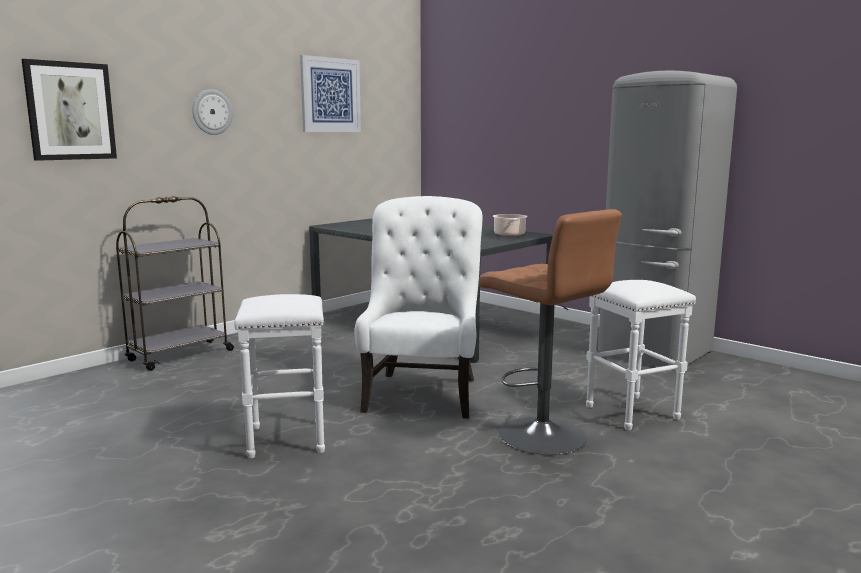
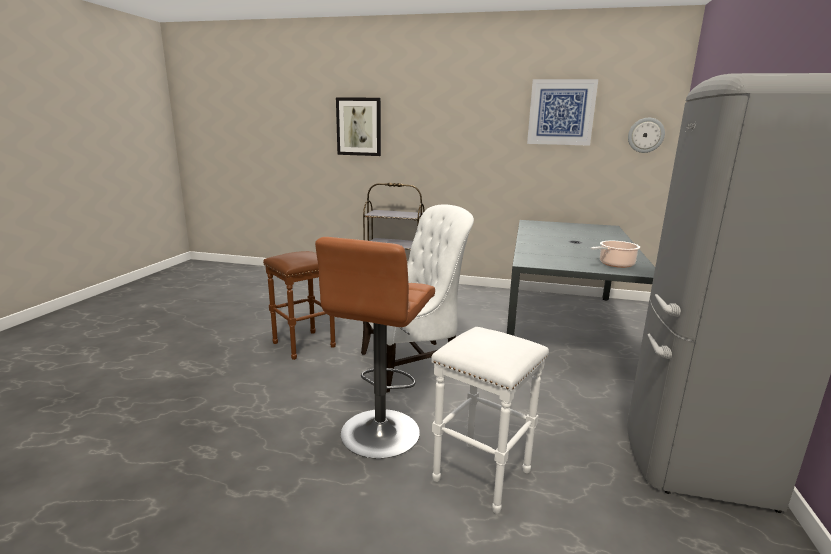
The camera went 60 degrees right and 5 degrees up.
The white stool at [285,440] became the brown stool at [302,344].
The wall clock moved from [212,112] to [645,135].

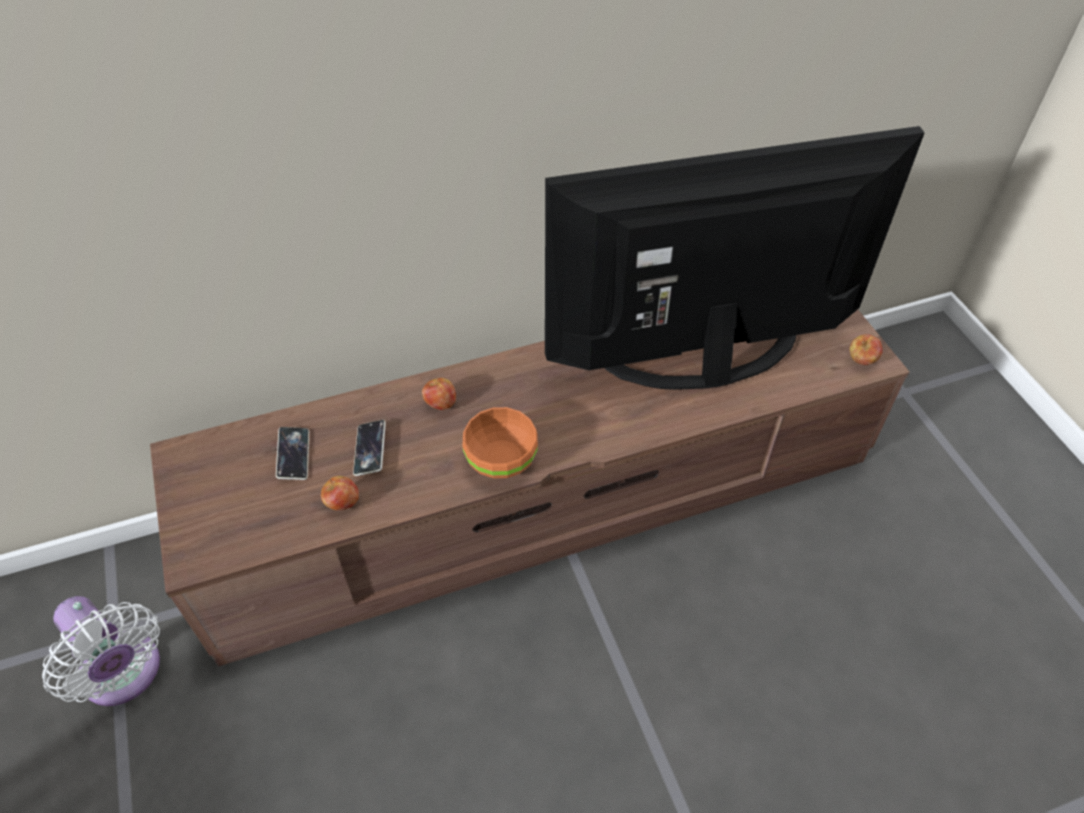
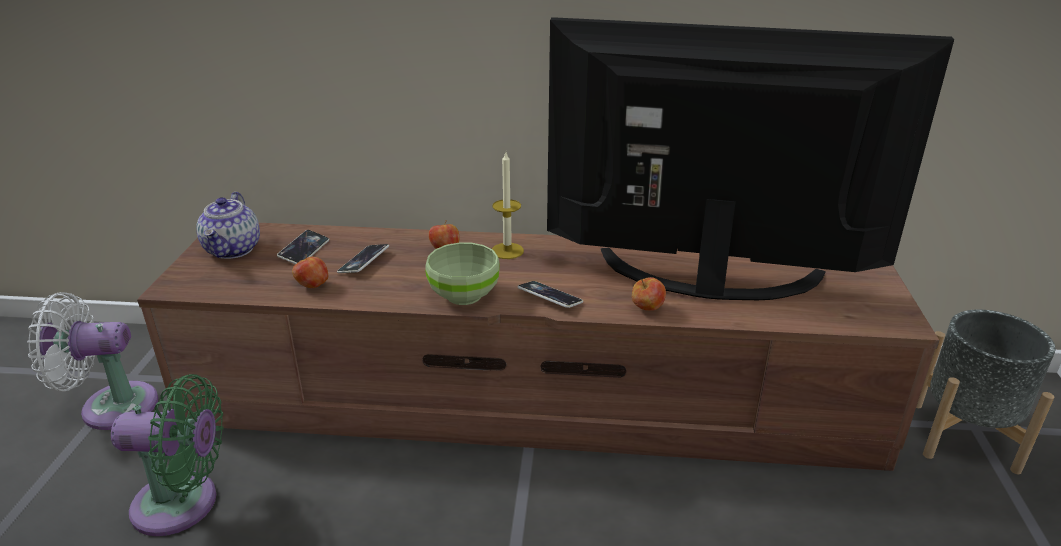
The camera went 25 degrees right and 20 degrees down.
The white fan at [124,675] turned 105 degrees clockwise.
The green fan at [184,504] appeared.
The teapot at [233,250] appeared.
The orange bowl at [502,460] became the green bowl at [465,295].
The candle at [507,251] appeared.
The phone at [550,298] appeared.
The apple moved from [861,360] to [647,309].
The grey planter at [963,436] appeared.

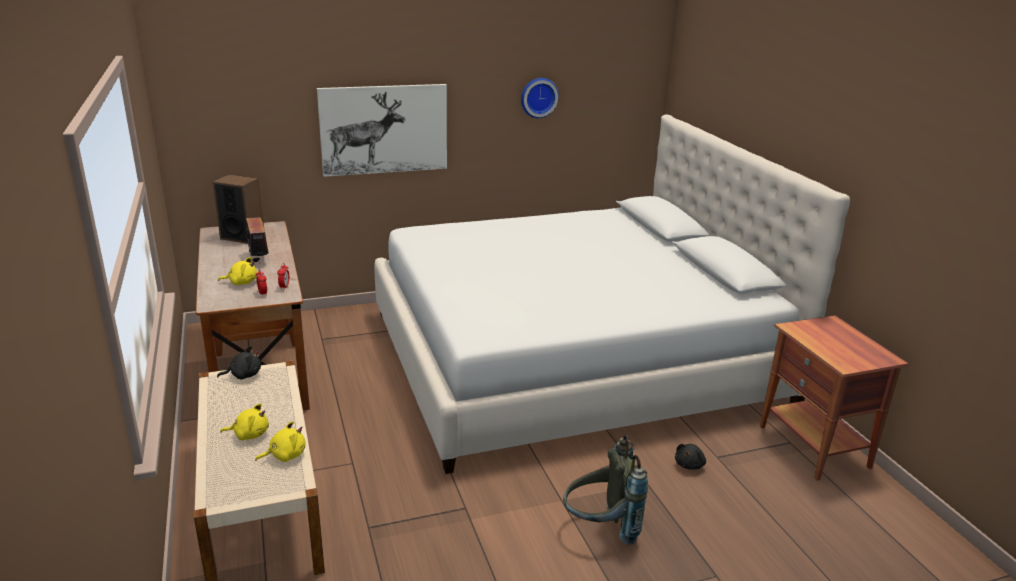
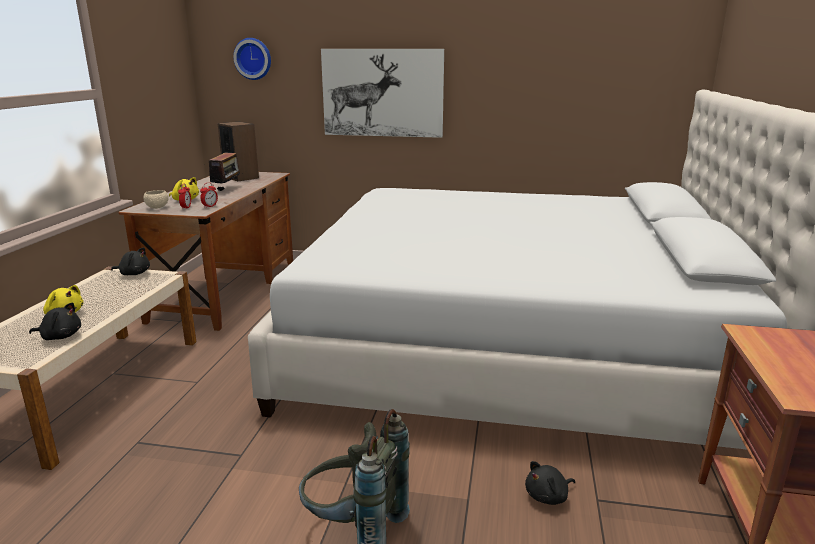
The camera went 30 degrees right and 5 degrees down.
The yellow plush toy at [285,455] became the black plush toy at [60,336].
The beige bowl at [157,207] appeared.
The wall clock moved from [538,97] to [253,59].

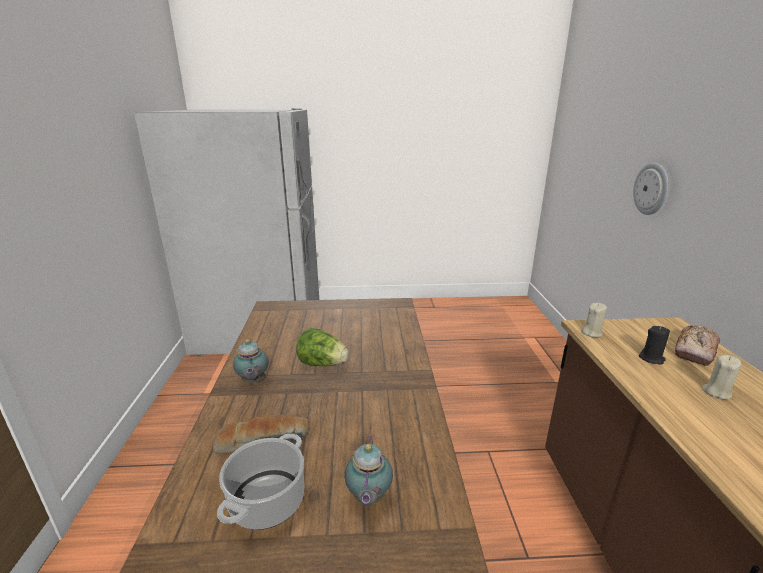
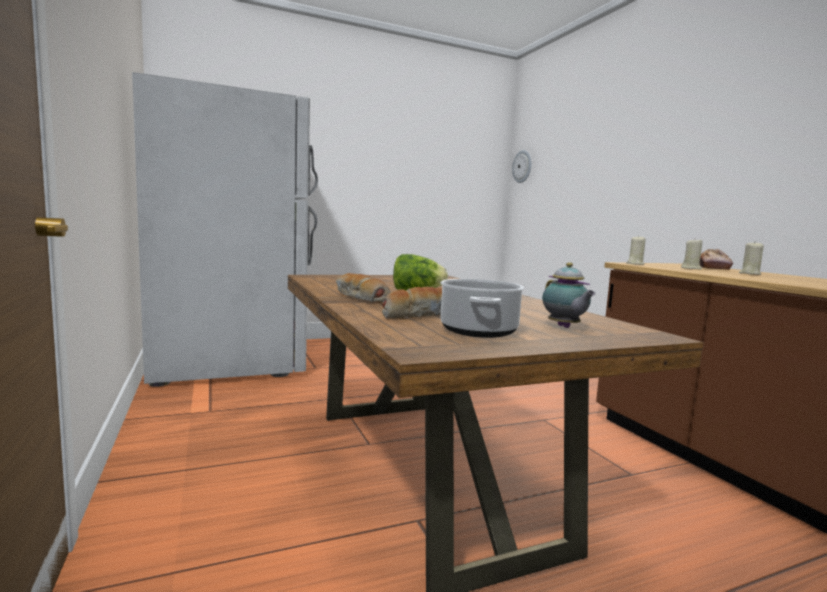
The camera went 20 degrees left and 15 degrees down.
The teapot at [253,381] was replaced by the bread at [360,298].
The wall clock moved from [651,189] to [522,166].
The black candle at [651,358] became the beige candle at [691,268].

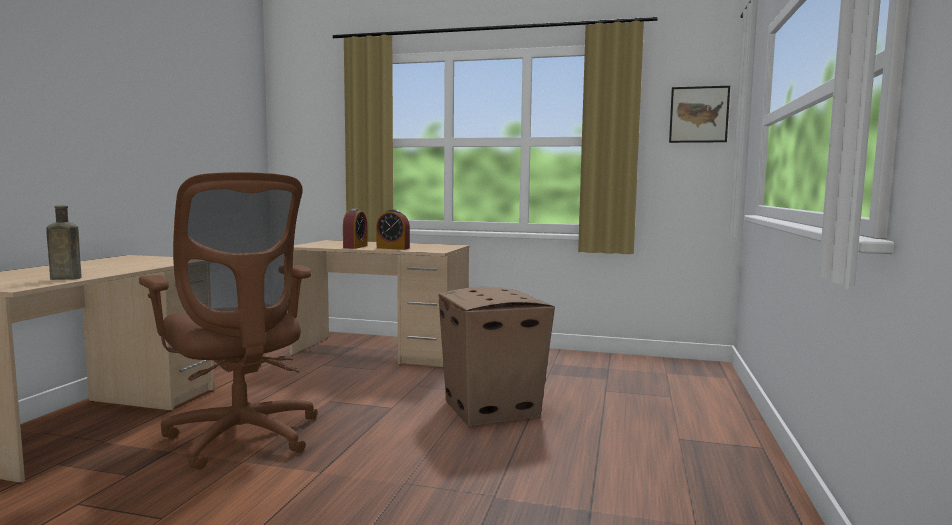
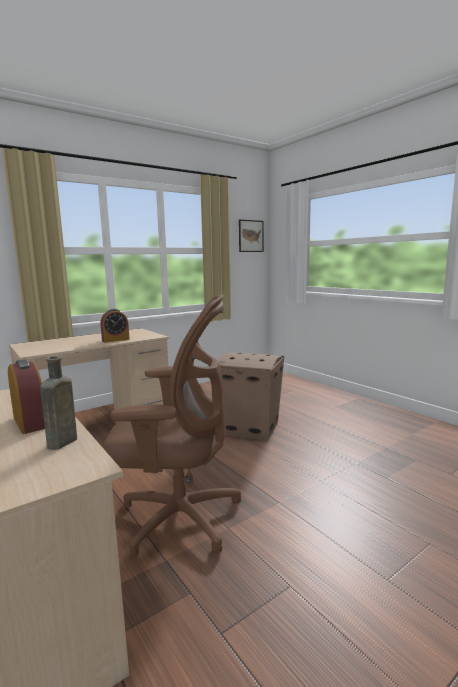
The camera went 50 degrees left and 5 degrees up.
The alarm clock moved from [355,247] to [30,422].

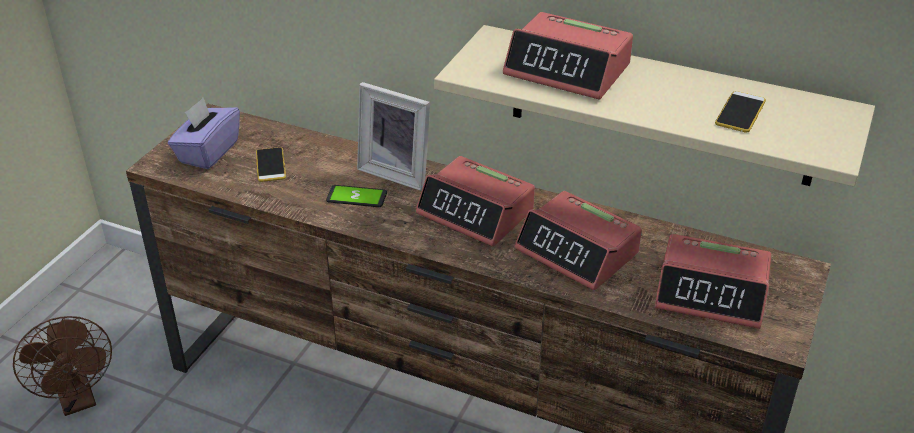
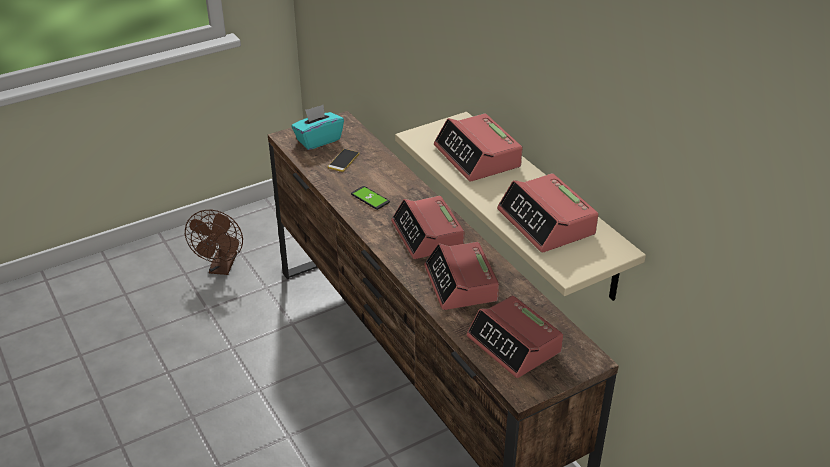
The camera went 35 degrees right and 0 degrees up.
The purple tissue box at [208,152] became the turquoise tissue box at [318,140].
The phone at [740,112] was replaced by the alarm clock at [546,223].
The picture frame at [398,172] disappeared.

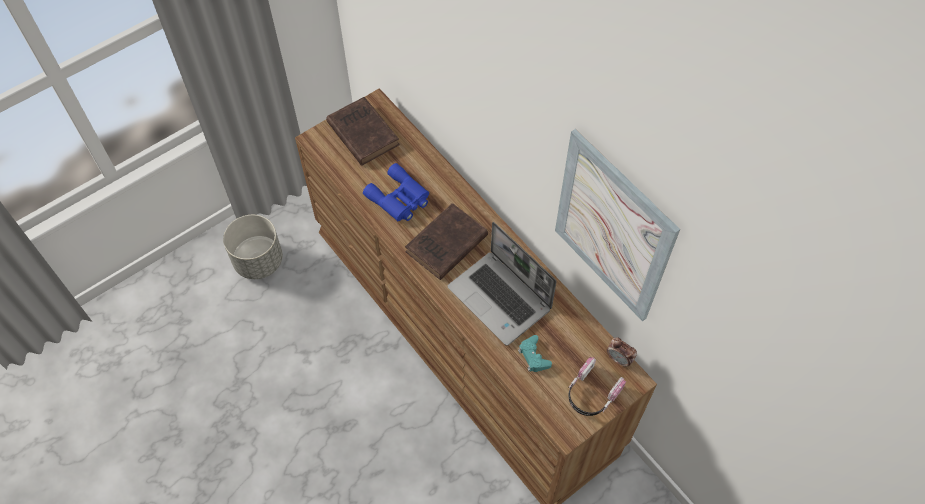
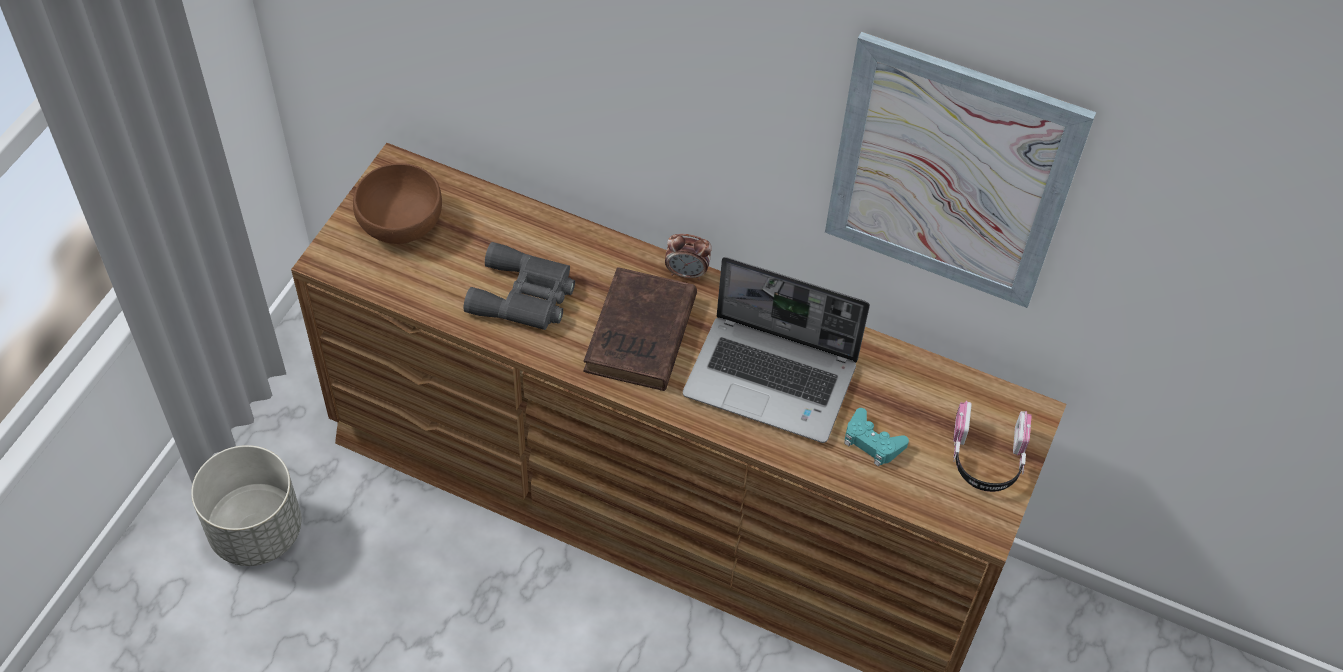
The camera went 30 degrees left and 5 degrees down.
The brown book at [362,133] was replaced by the brown bowl at [401,220].
The blue binoculars at [399,199] became the grey binoculars at [524,296].
The alarm clock moved from [619,359] to [687,273].

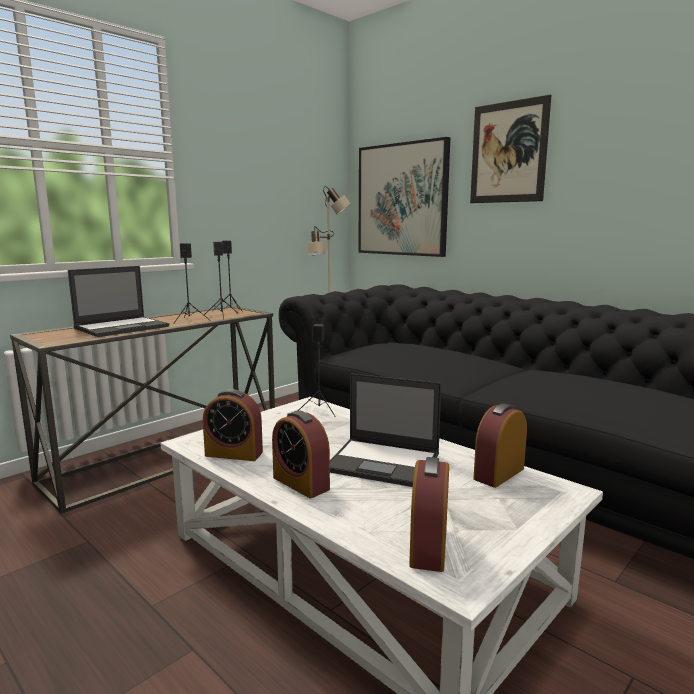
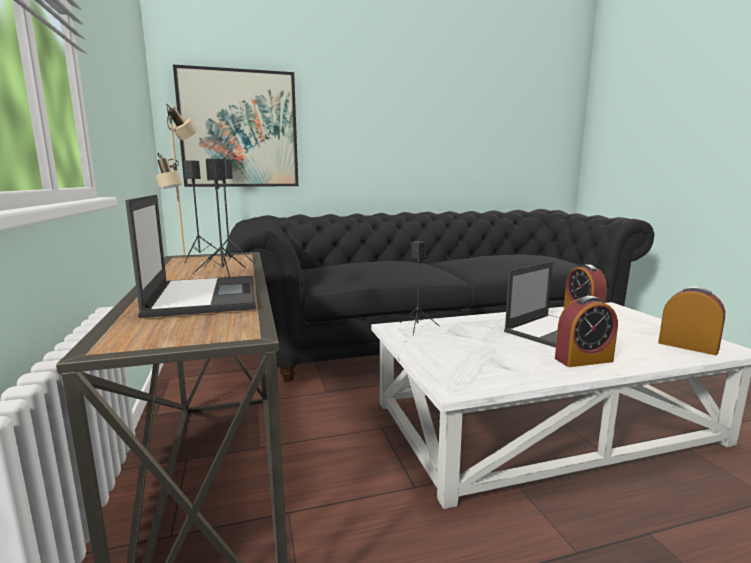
The camera went 60 degrees left and 0 degrees up.
The alarm clock at [234,454] disappeared.
The picture at [508,152] disappeared.

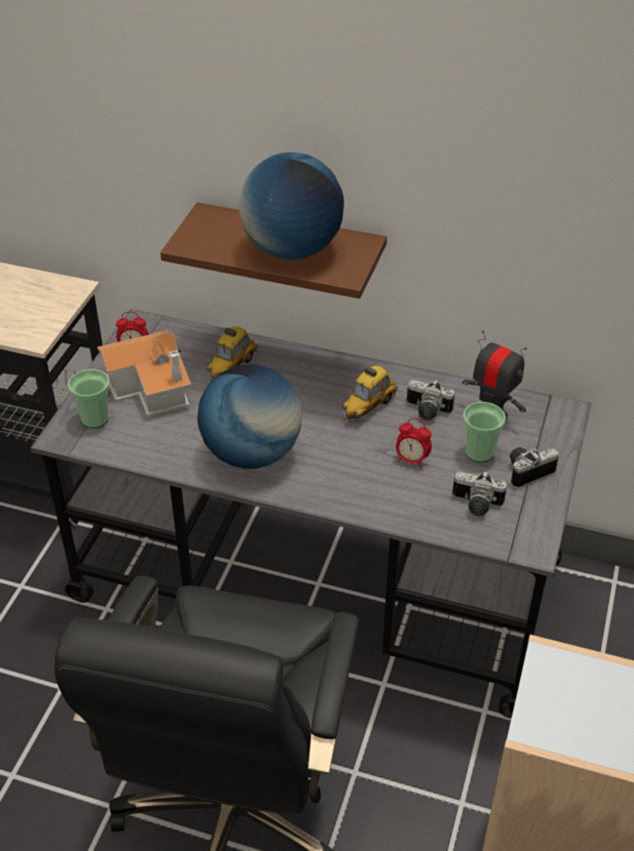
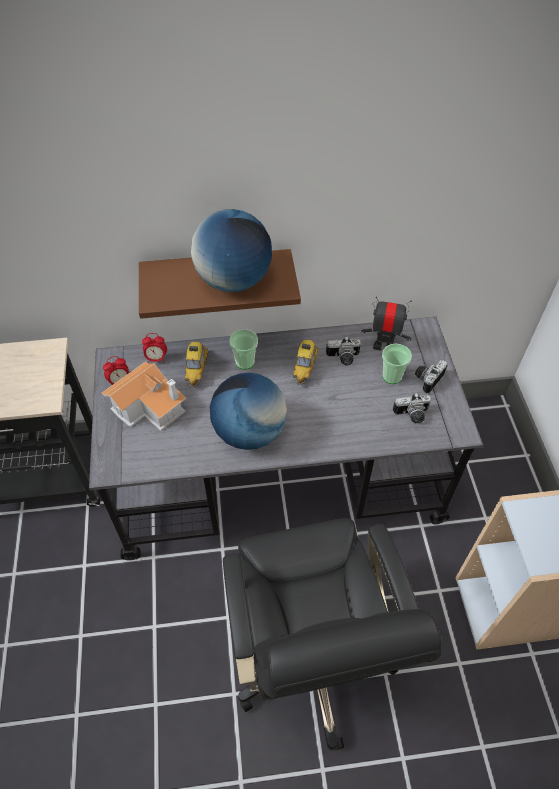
The camera went 25 degrees left and 10 degrees up.
The alarm clock moved from [411,460] to [156,359].
The cup moved from [95,419] to [245,362].

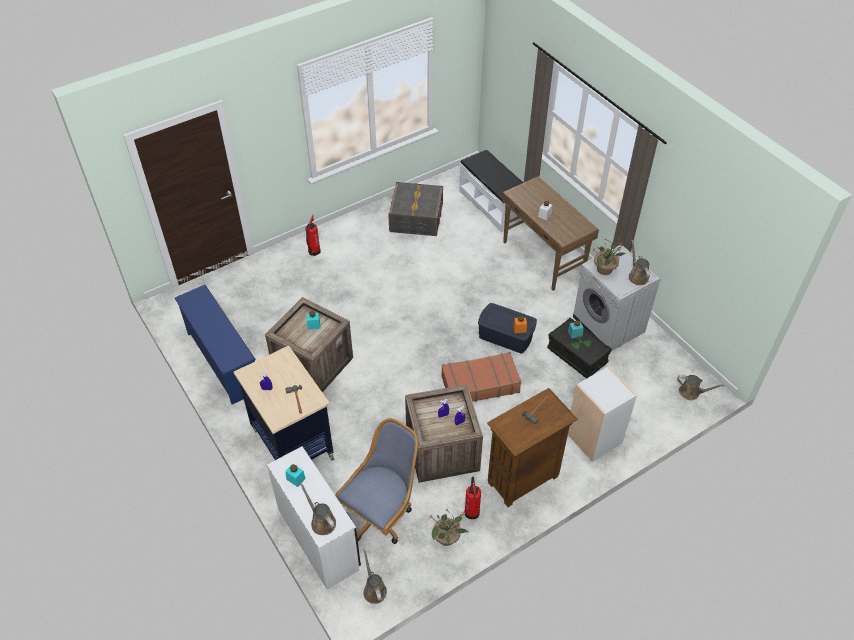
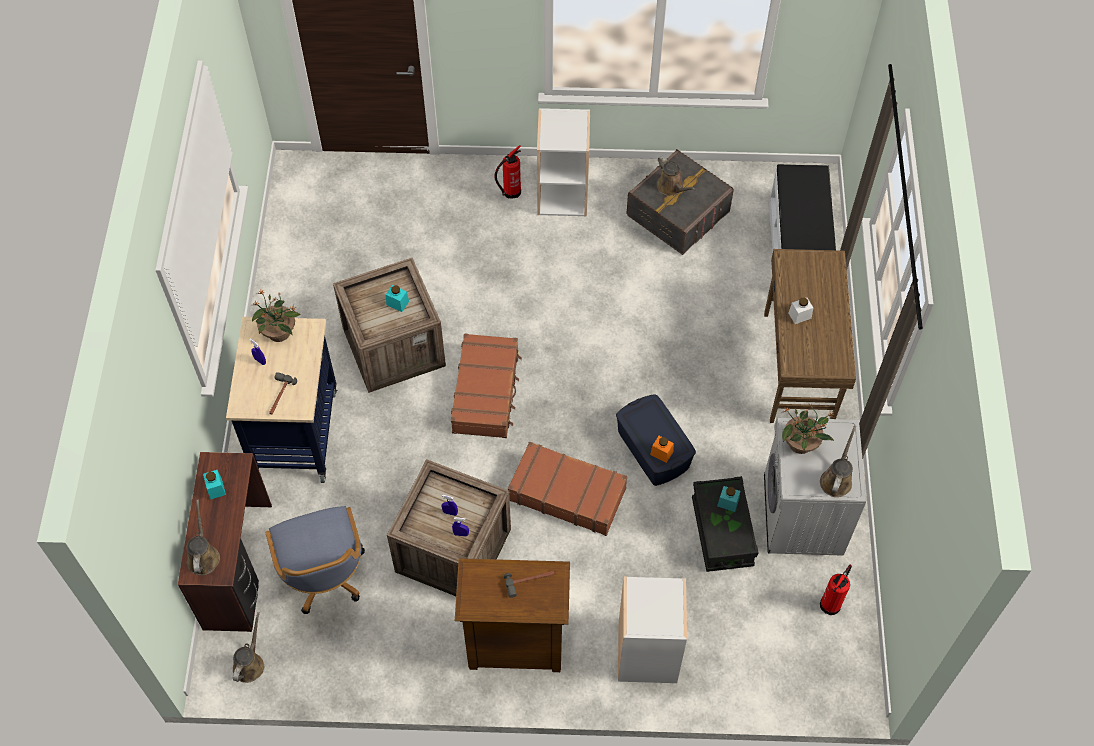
The camera went 35 degrees right and 10 degrees up.
The white desk at [319,538] became the brown desk at [239,566].
The potted plant moved from [447,538] to [279,333].
The blue office chair at [382,513] turned 90 degrees clockwise.
The brown suitcase at [486,392] appeared.
The bookcase at [563,195] appeared.
The brown watering can moved from [691,392] to [671,187].
The fire extinguisher moved from [472,511] to [831,603].
The blue shoe rack at [222,361] disappeared.

